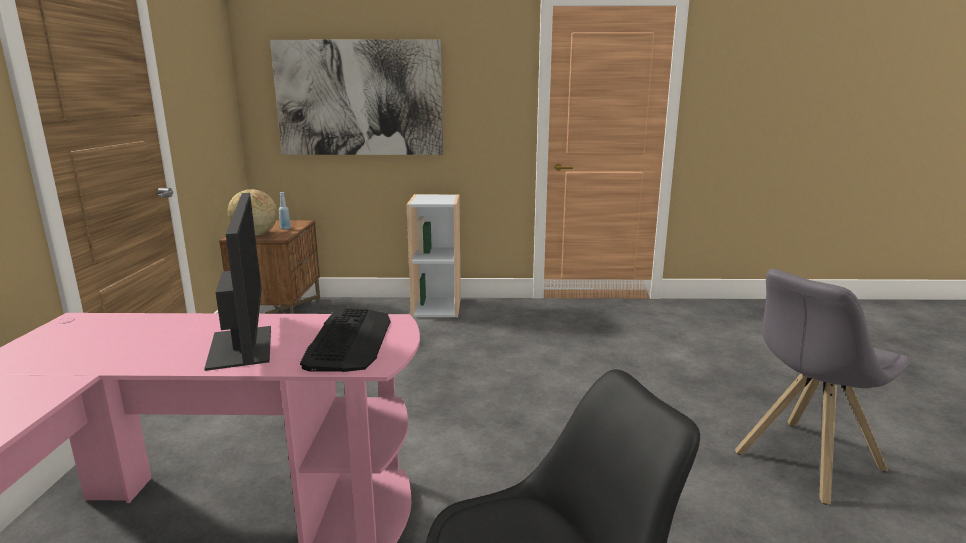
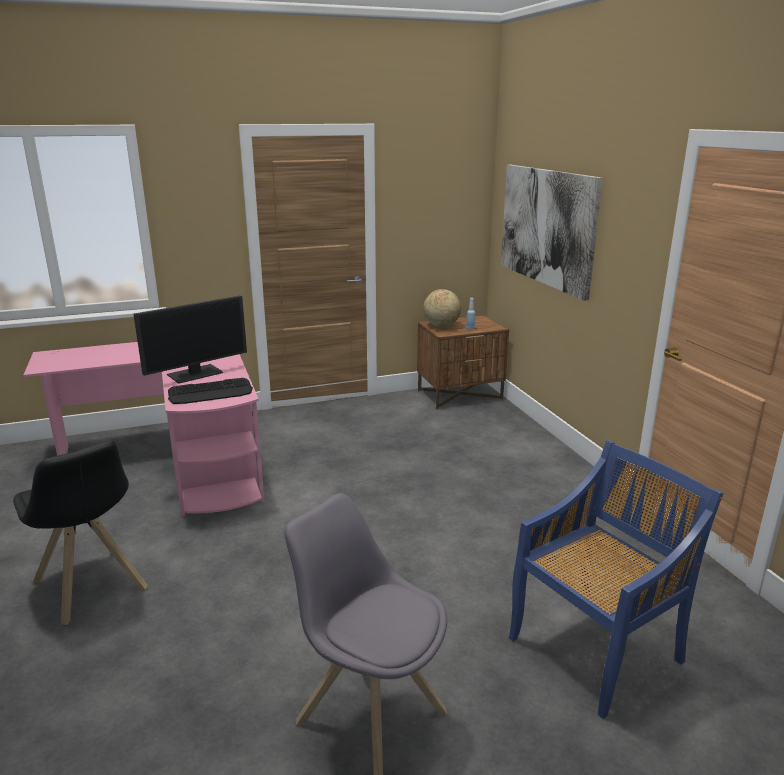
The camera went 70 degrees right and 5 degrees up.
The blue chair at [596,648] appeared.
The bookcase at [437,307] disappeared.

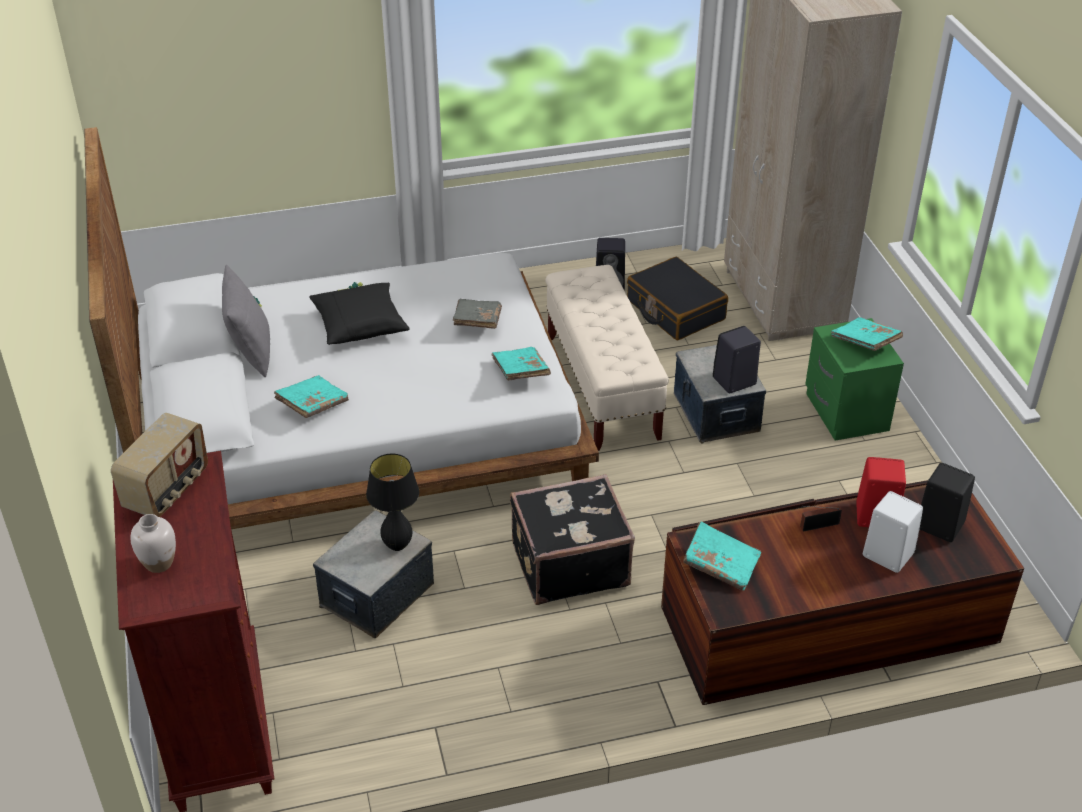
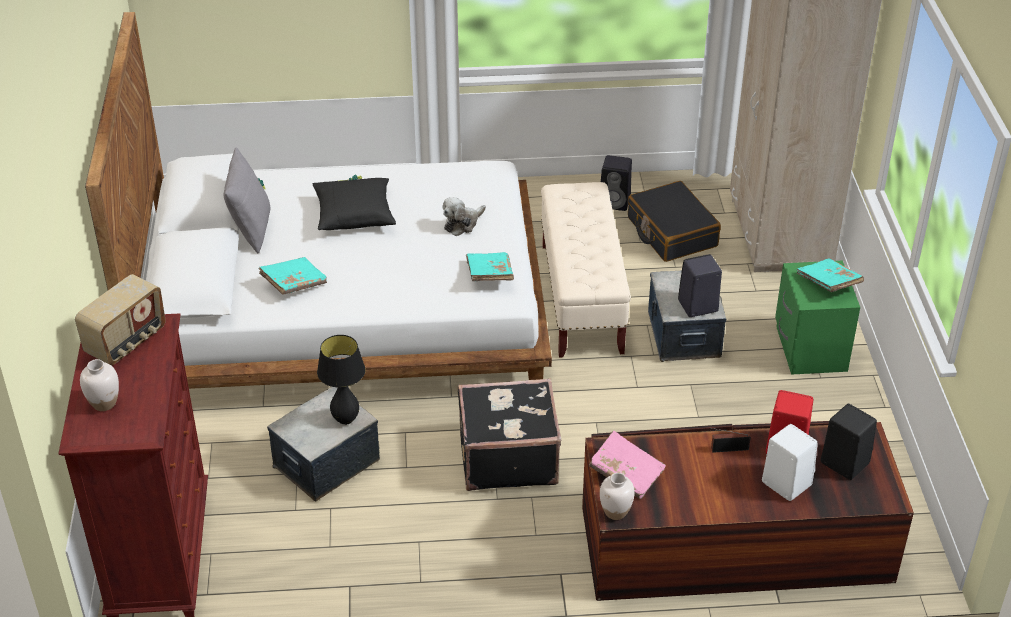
The camera went 10 degrees right and 0 degrees up.
The grey book at [477,322] was replaced by the plush toy at [462,224].
The turquoise book at [720,565] became the pink book at [626,473].
The white vase at [615,512] appeared.

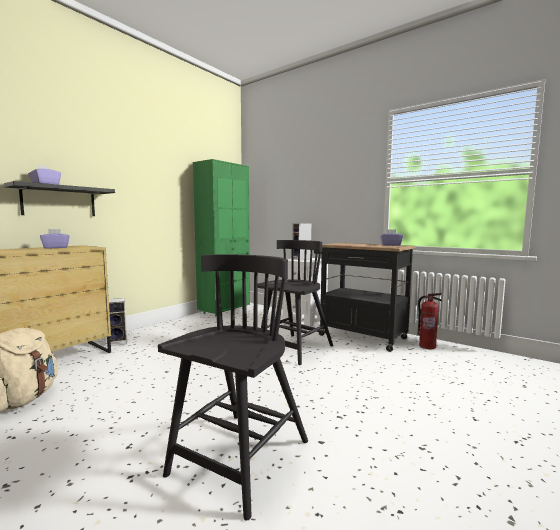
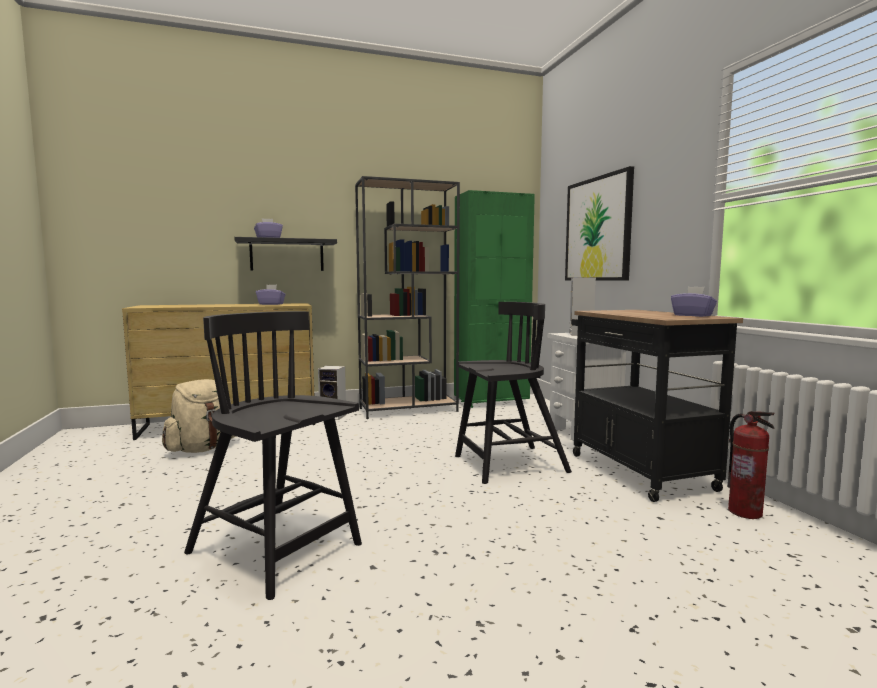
The camera went 35 degrees right and 0 degrees up.
The black chair at [238,459] turned 120 degrees counterclockwise.
The bookcase at [408,409] appeared.
The picture at [598,229] appeared.

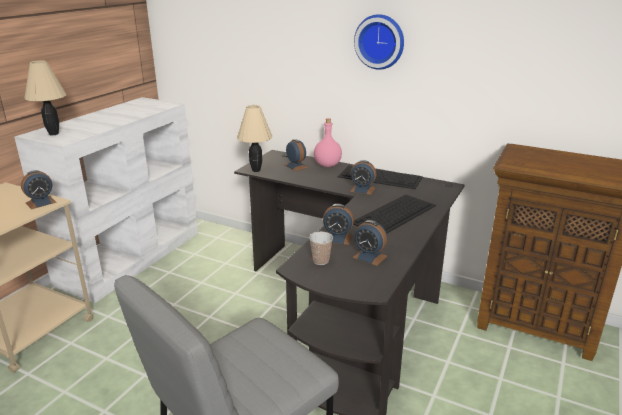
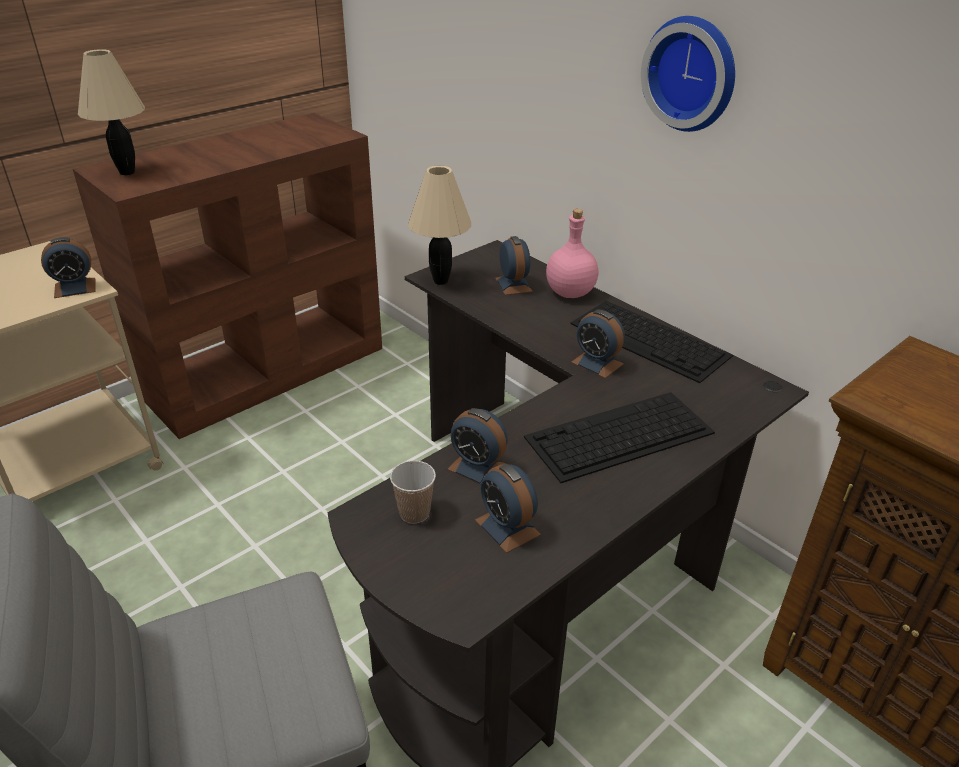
The camera went 20 degrees right and 10 degrees up.
The white bookcase at [130,257] became the brown bookcase at [265,370].

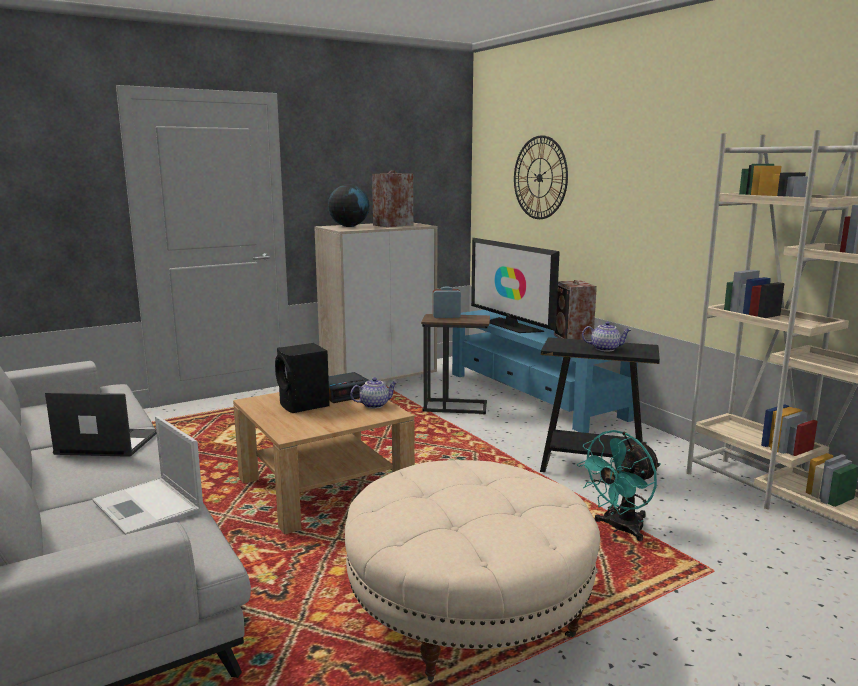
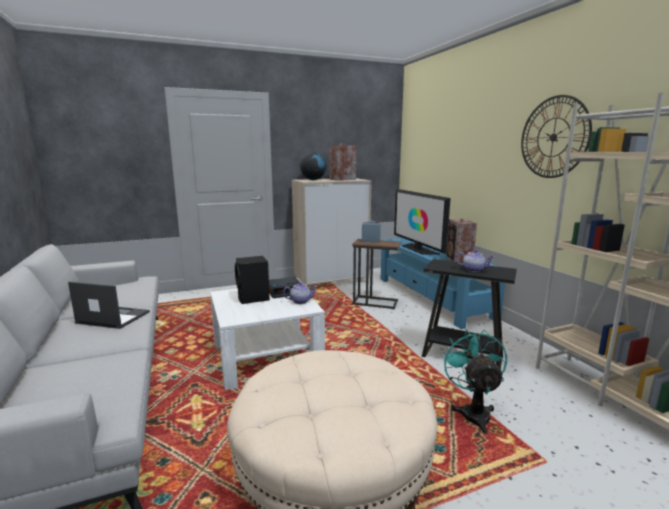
The camera went 10 degrees right and 0 degrees up.
The brown coffee table at [324,487] became the white coffee table at [266,356].
The turquoise fan at [620,529] turned 120 degrees clockwise.
The wall clock moved from [539,177] to [553,137].
The laptop at [149,507] disappeared.

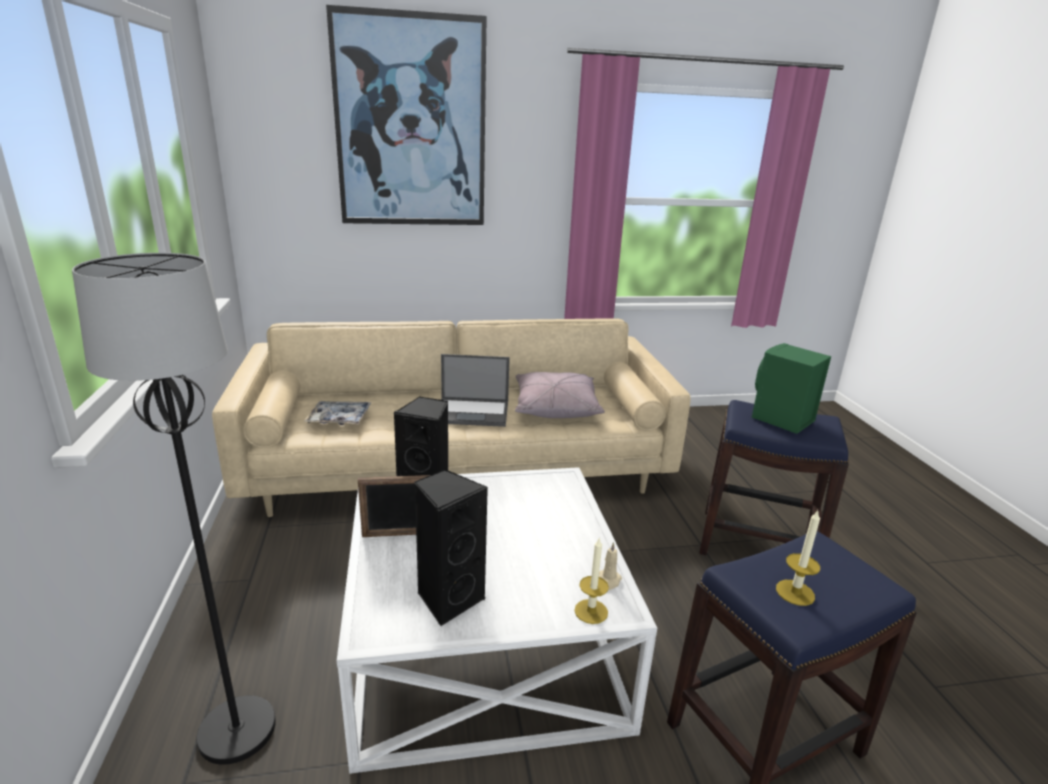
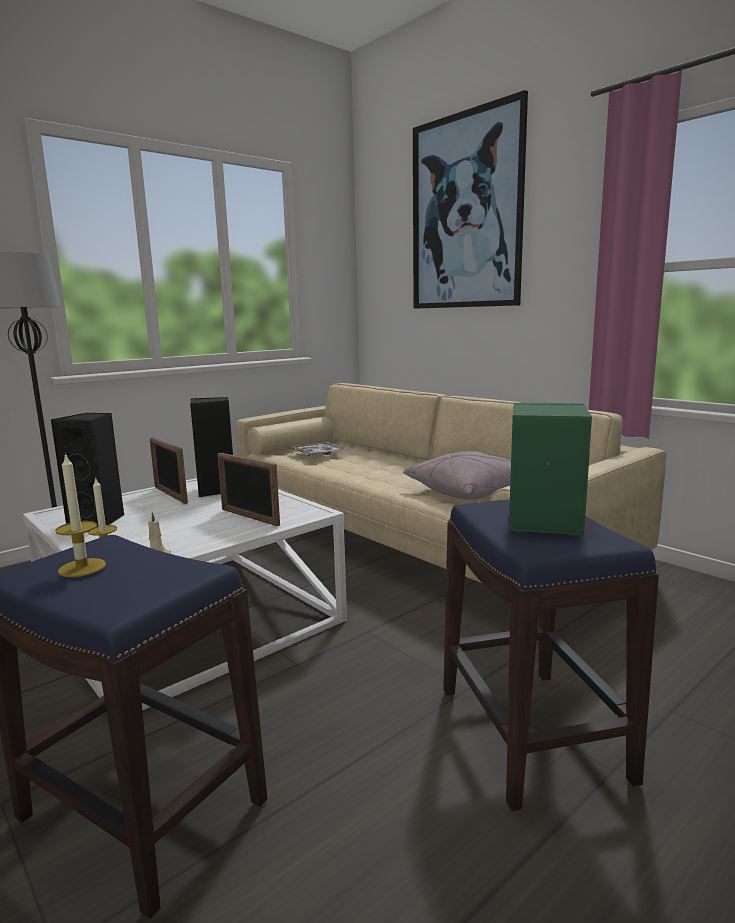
The camera went 60 degrees right and 10 degrees down.
The picture frame at [249,517] appeared.
The laptop at [473,412] disappeared.

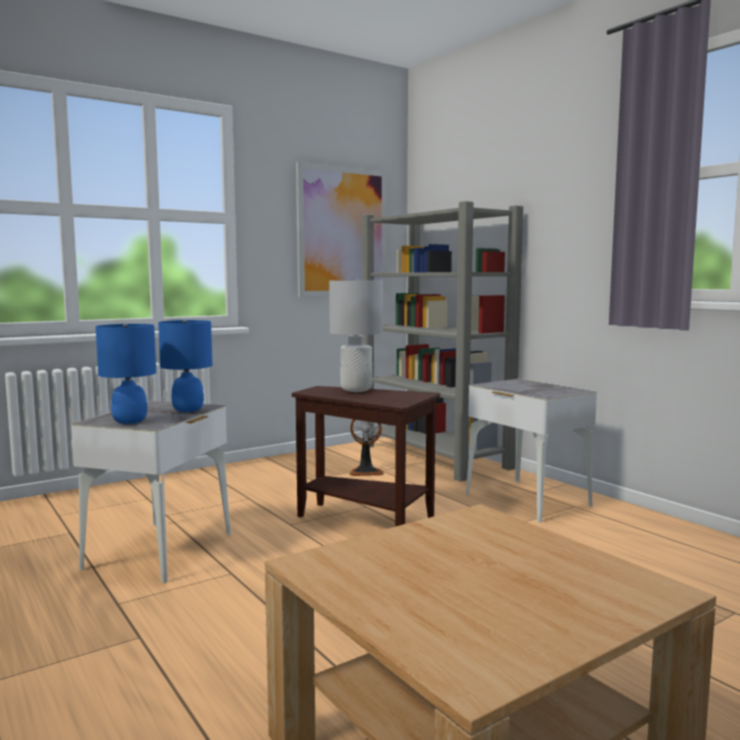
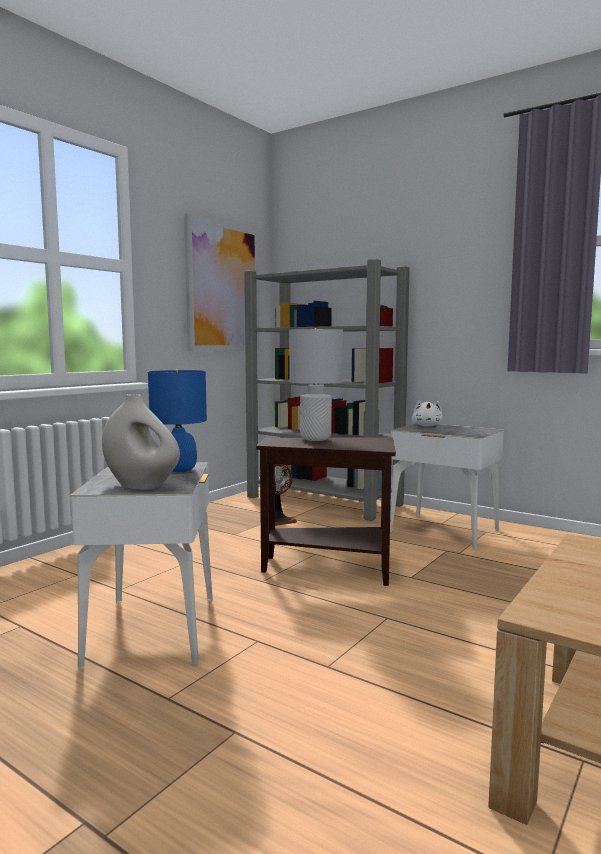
The camera went 20 degrees left and 0 degrees up.
The blue table lamp at [131,422] was replaced by the white vase at [141,486].
The white plush toy at [427,426] appeared.

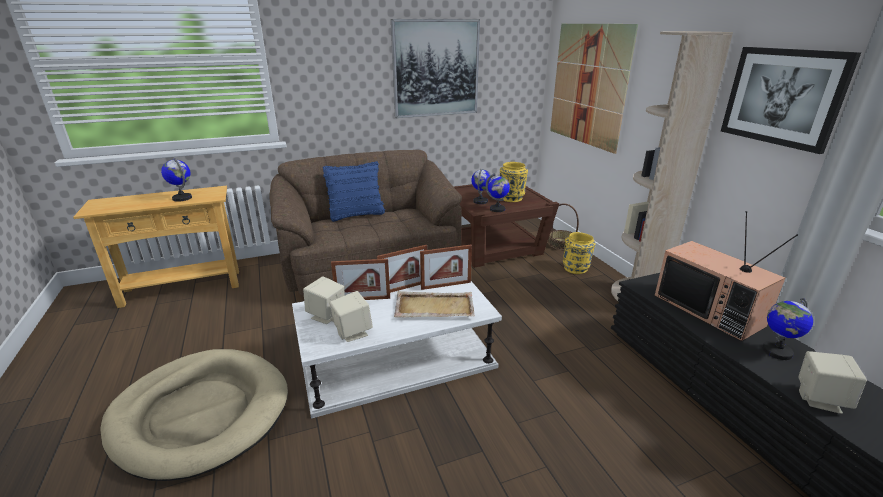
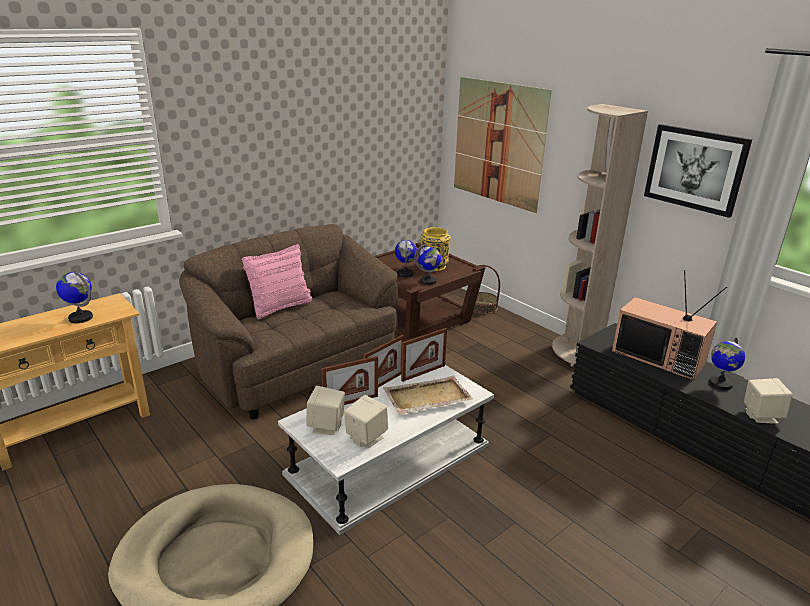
The camera went 20 degrees left and 0 degrees up.
The blue pillow at [356,215] became the pink pillow at [280,308].
The picture at [436,68] disappeared.
The yellow vase at [576,269] disappeared.

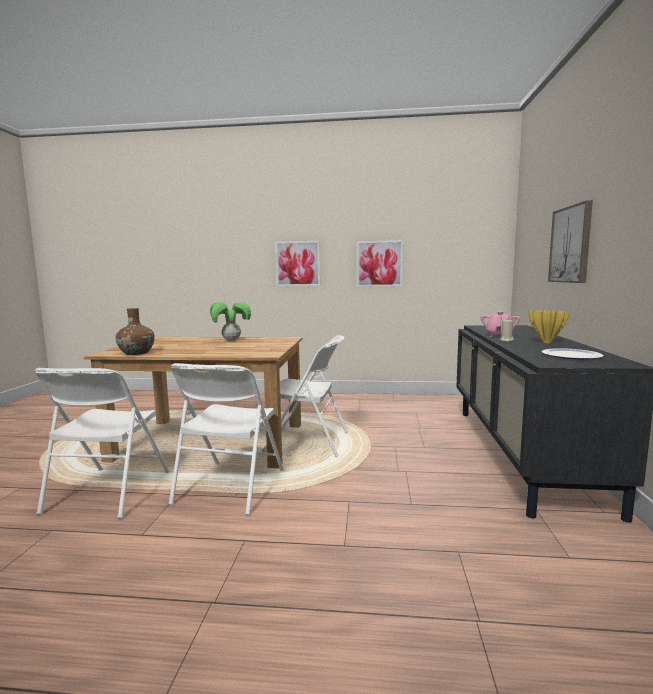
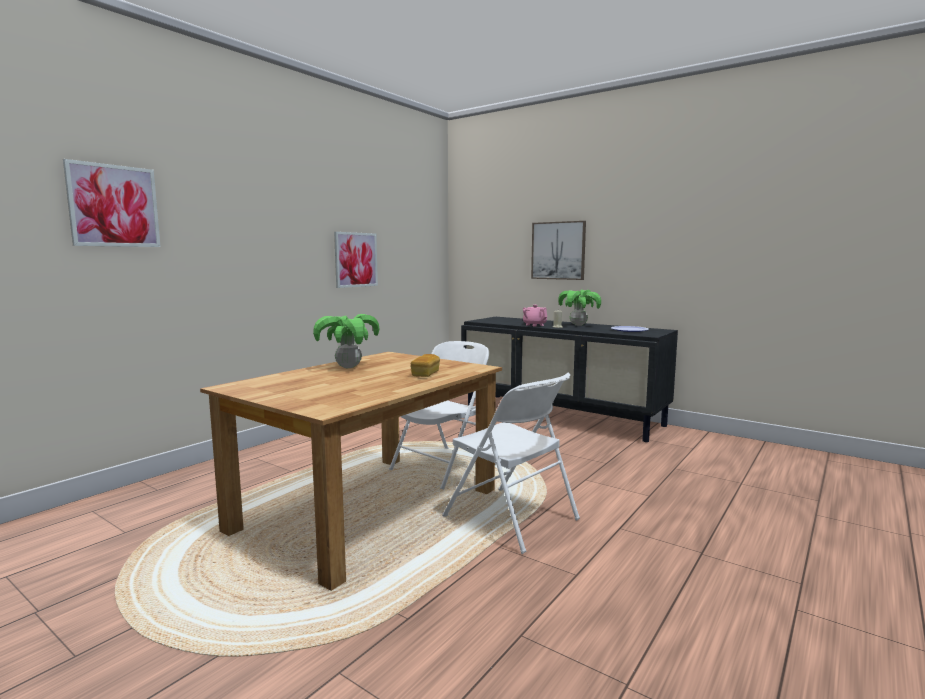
The camera went 60 degrees left and 0 degrees up.
The picture moved from [298,263] to [114,206].
The bread at [425,374] appeared.
The yellow vase at [547,342] was replaced by the potted plant at [578,325].
The white chair at [109,492] disappeared.
The brown vase at [136,353] disappeared.

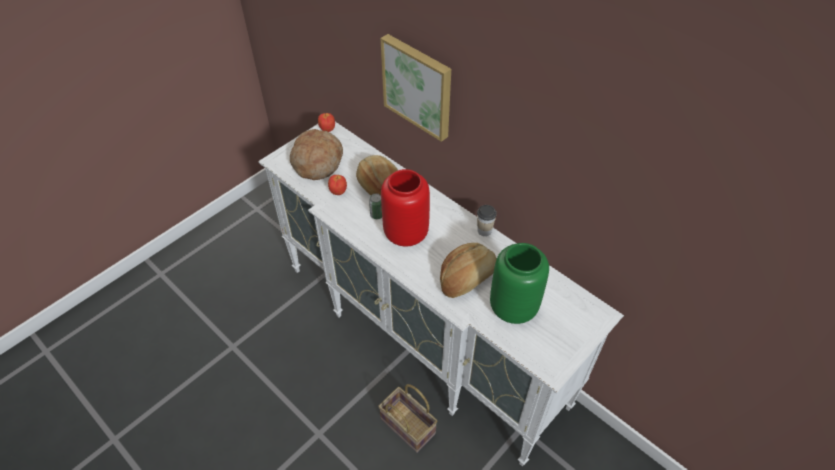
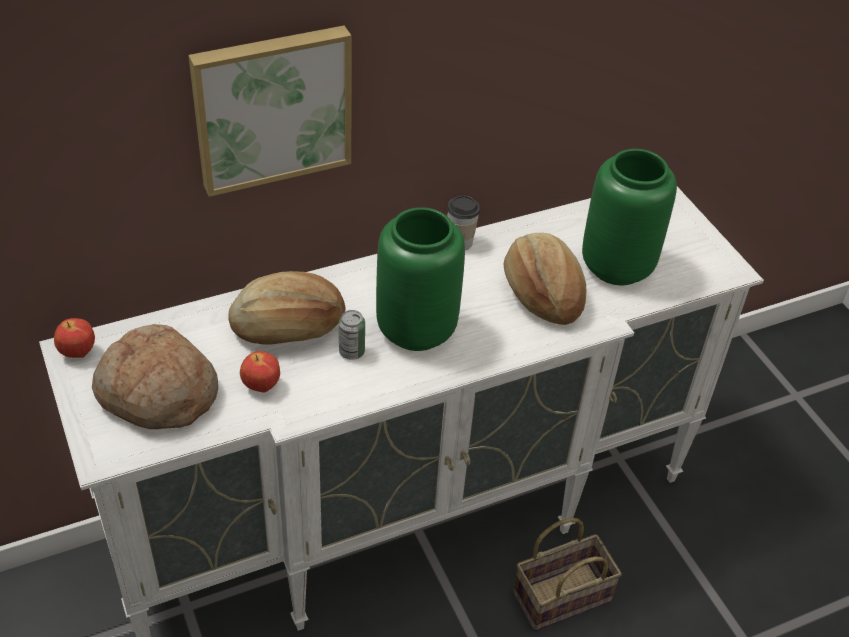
The camera went 70 degrees left and 5 degrees down.
The red vase at [406,235] became the green vase at [418,330].

